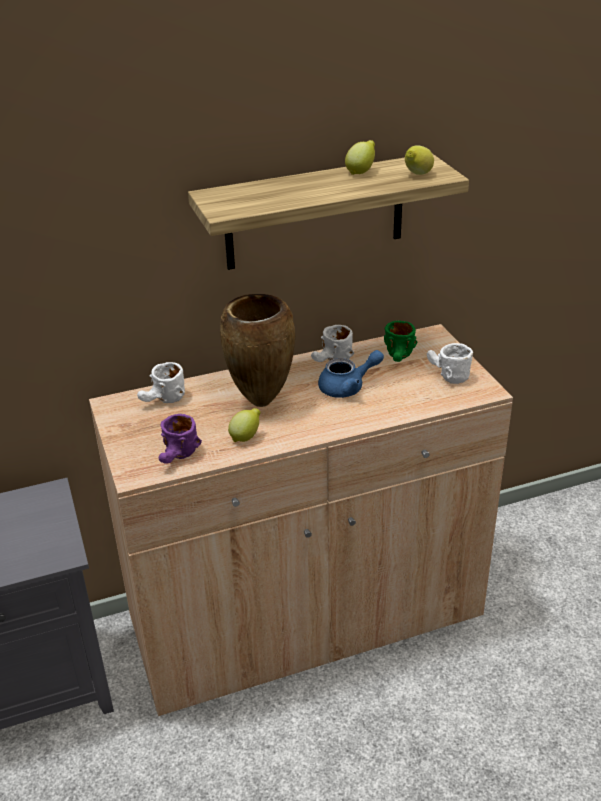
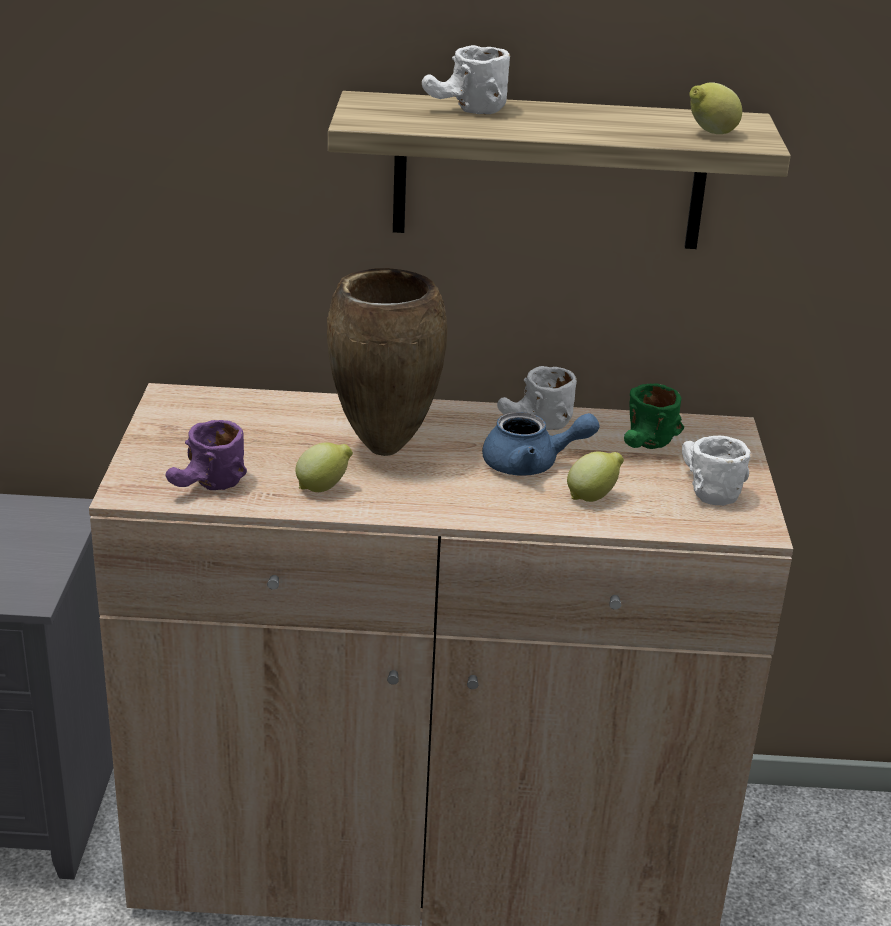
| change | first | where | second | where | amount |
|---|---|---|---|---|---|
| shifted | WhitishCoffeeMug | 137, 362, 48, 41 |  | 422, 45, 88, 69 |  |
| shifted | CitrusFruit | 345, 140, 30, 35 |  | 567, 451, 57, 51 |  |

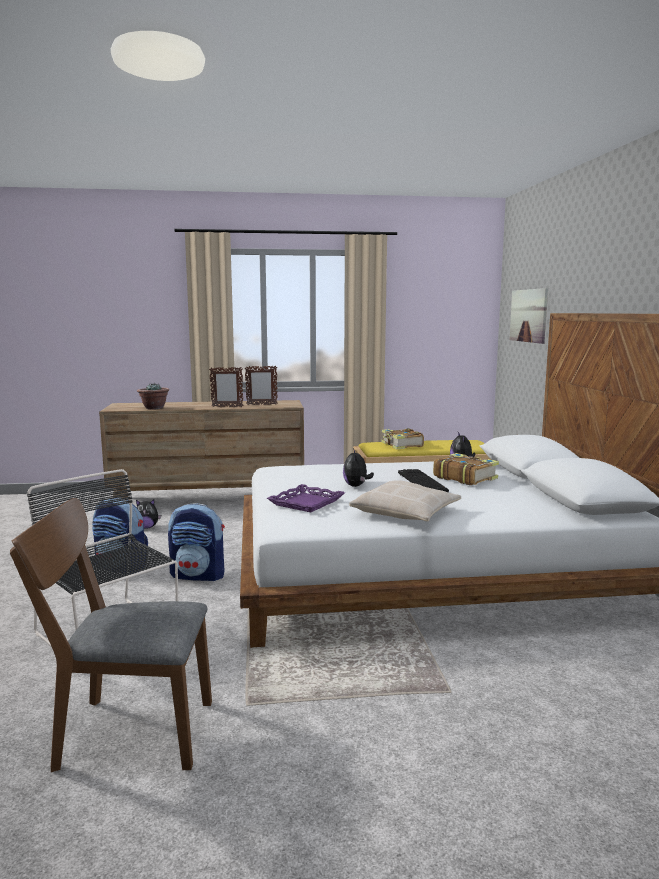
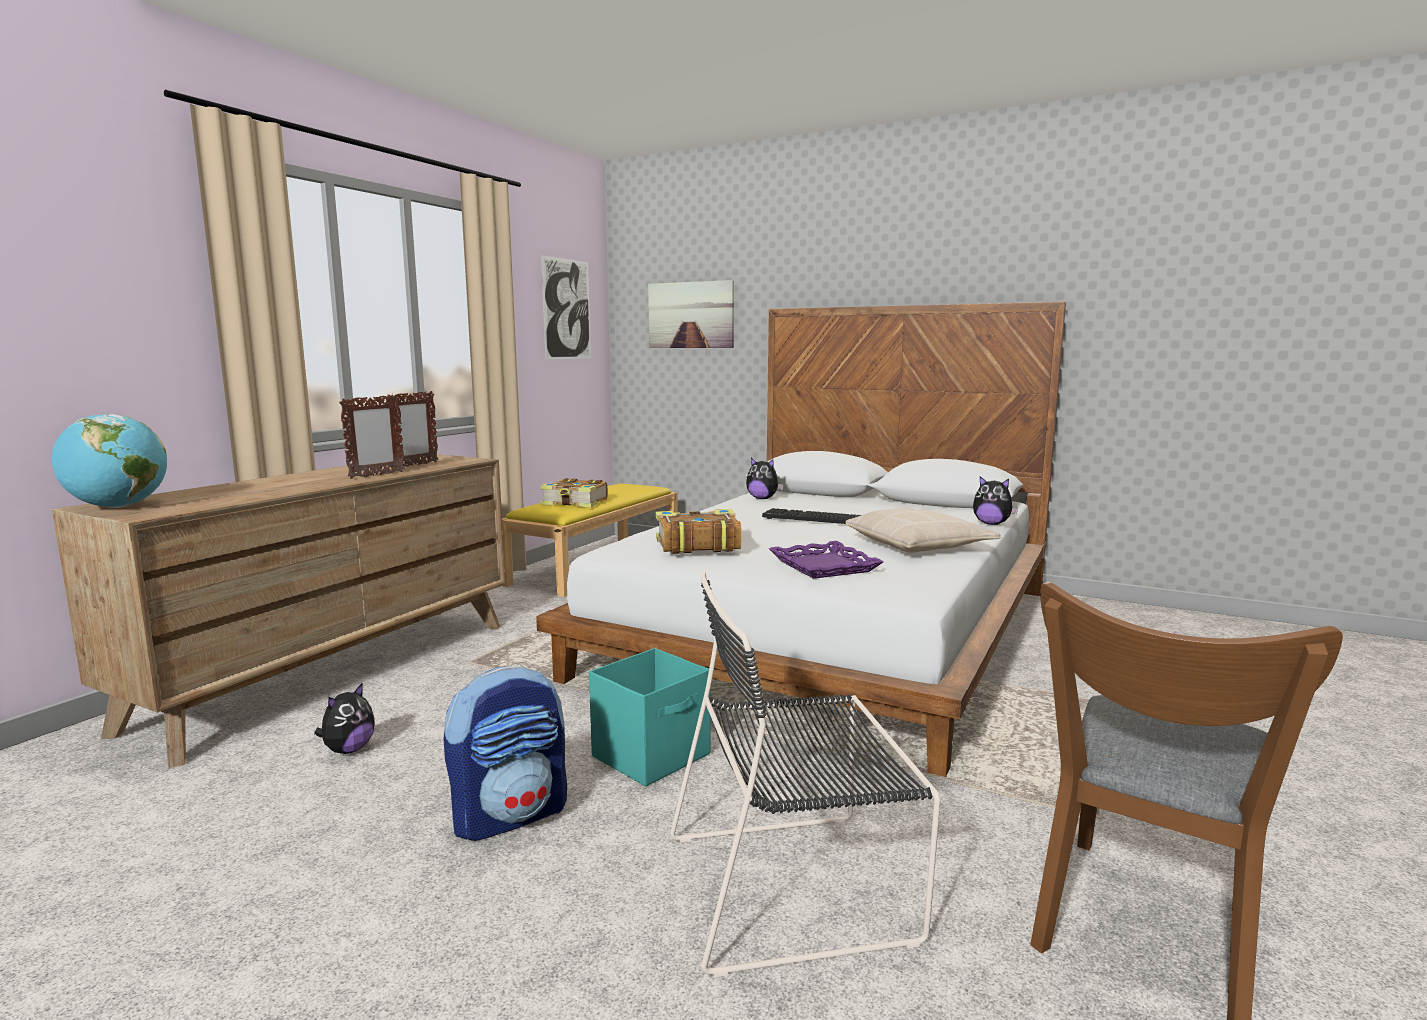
| change | first | where | second | where | amount |
|---|---|---|---|---|---|
| new |  |  | Globe | 51, 414, 116, 94 |  |
| new |  |  | WallArt | 541, 255, 50, 104 |  |
| swapped | Backpack | 168, 503, 57, 78 | TurquoiseColouredStorageBin | 589, 648, 121, 139 |  |
| shifted | Book | 433, 453, 66, 32 |  | 656, 509, 85, 45 |  |
| shifted | CuddlyToy | 343, 448, 31, 39 |  | 973, 476, 45, 49 |  |
| gone | PottedPlant | 137, 383, 32, 27 |  |  |  |

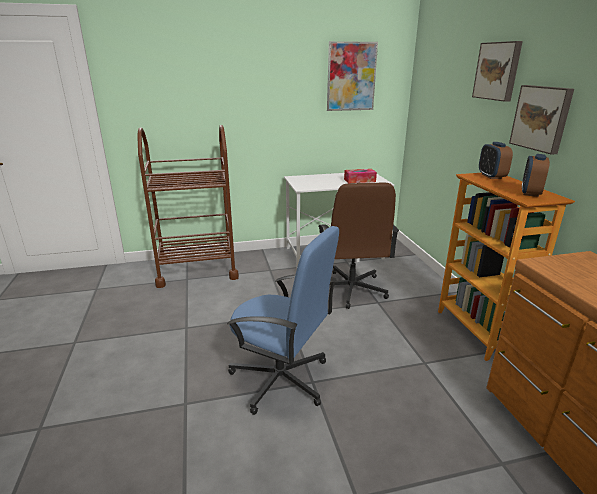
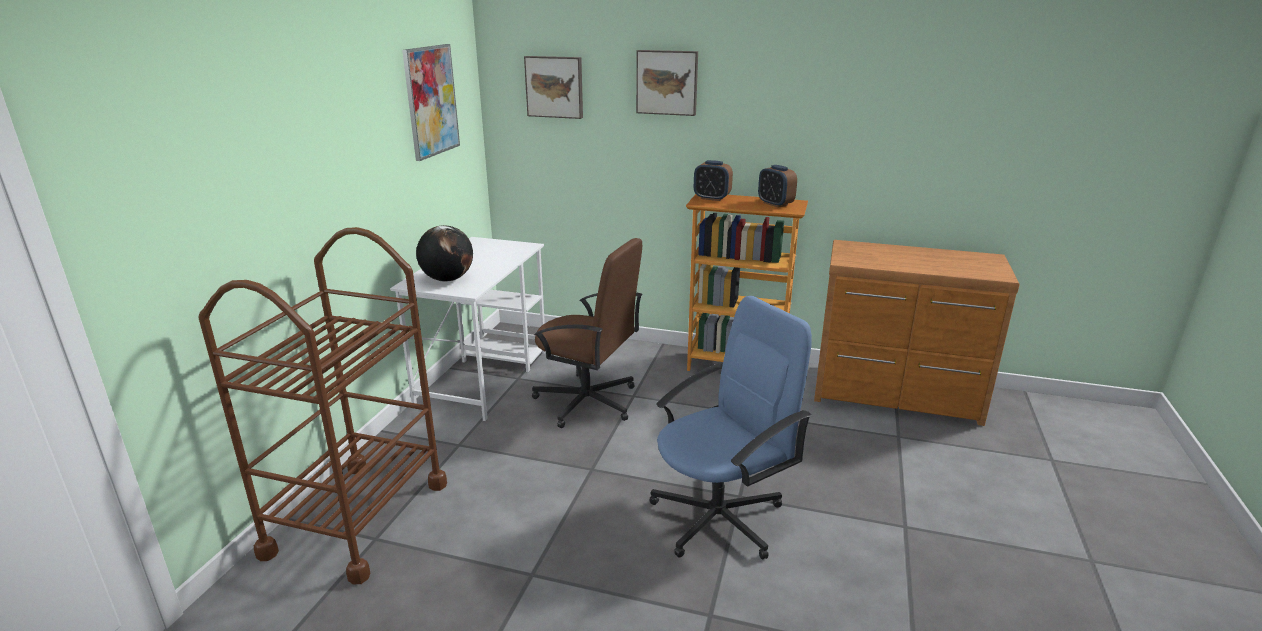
| change | first | where | second | where | amount |
|---|---|---|---|---|---|
| new |  |  | Globe | 416, 225, 57, 57 |  |
| shifted | WallArt | 509, 85, 65, 70 |  | 524, 56, 59, 63 |  |
| gone | TissueBox | 344, 169, 33, 14 |  |  |  |

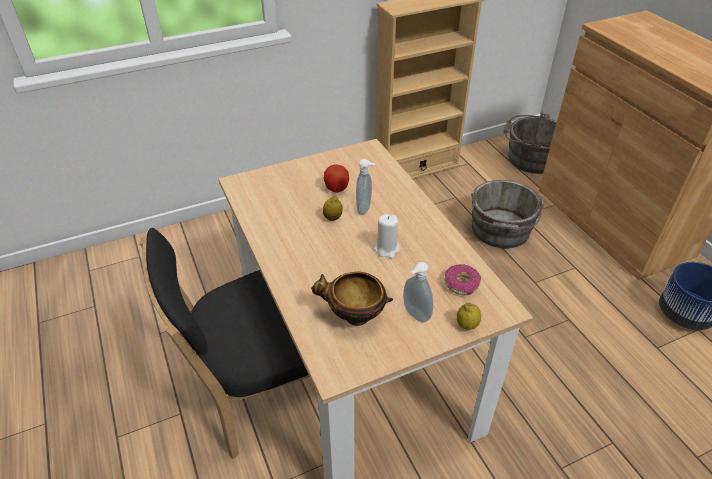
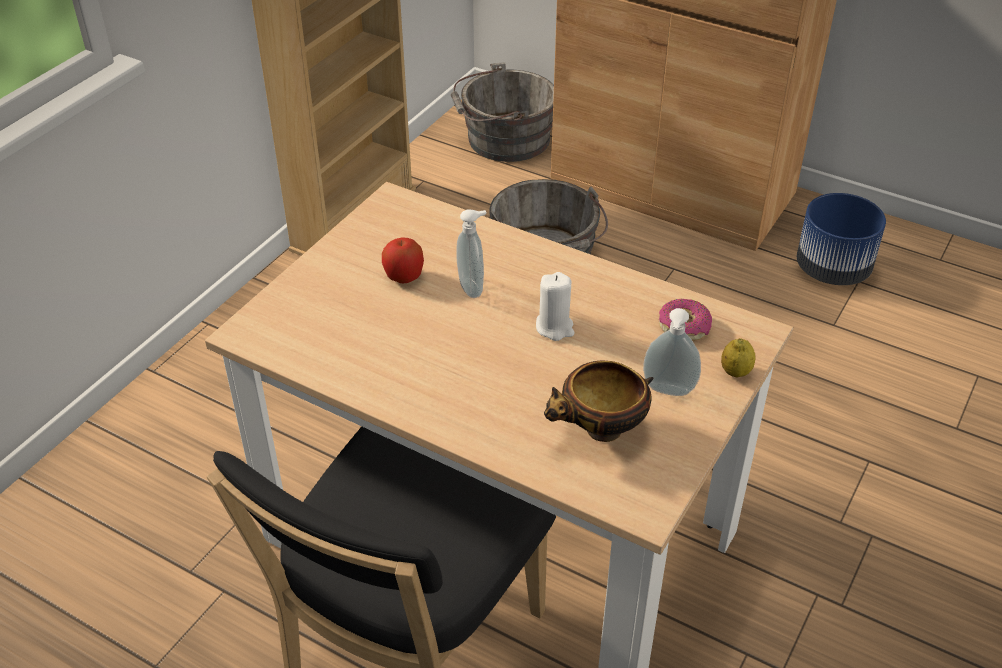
| change | first | where | second | where | amount |
|---|---|---|---|---|---|
| gone | CitrusFruit | 323, 196, 20, 25 |  |  |  |

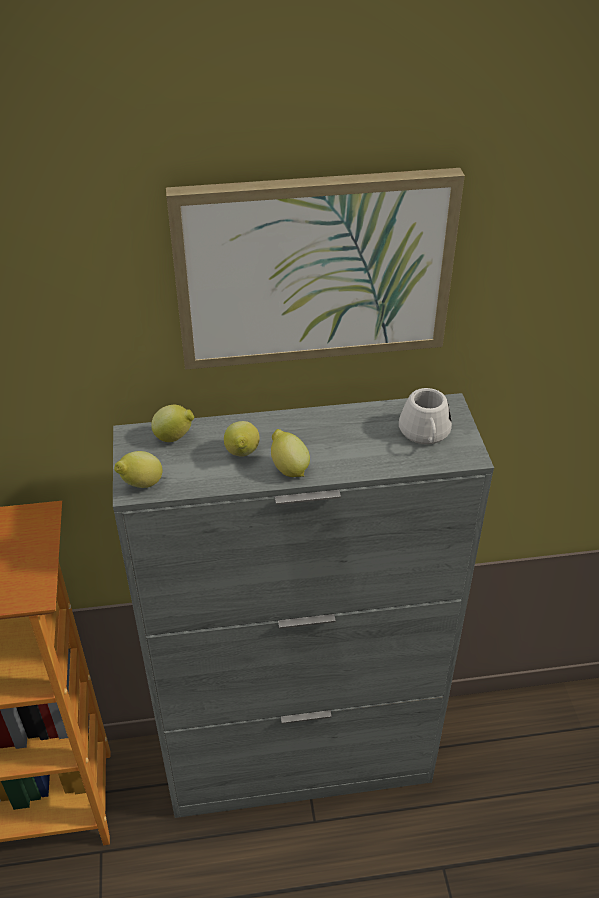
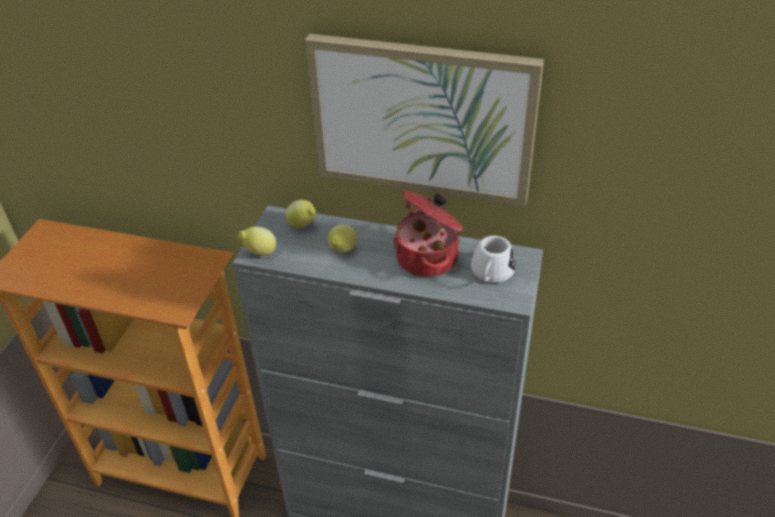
| change | first | where | second | where | amount |
|---|---|---|---|---|---|
| new |  |  | Saucepot | 393, 191, 70, 86 |  |
| gone | CitrusFruit | 271, 429, 39, 48 |  |  |  |

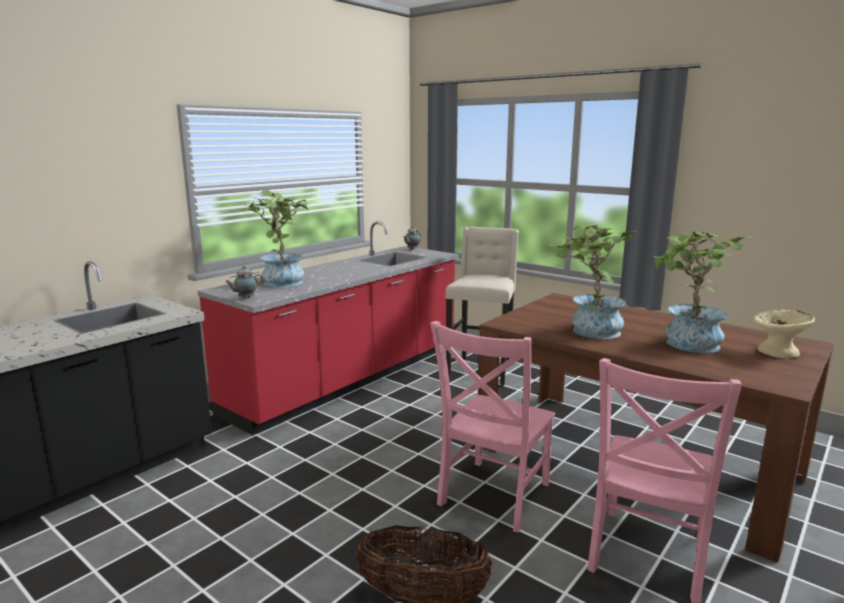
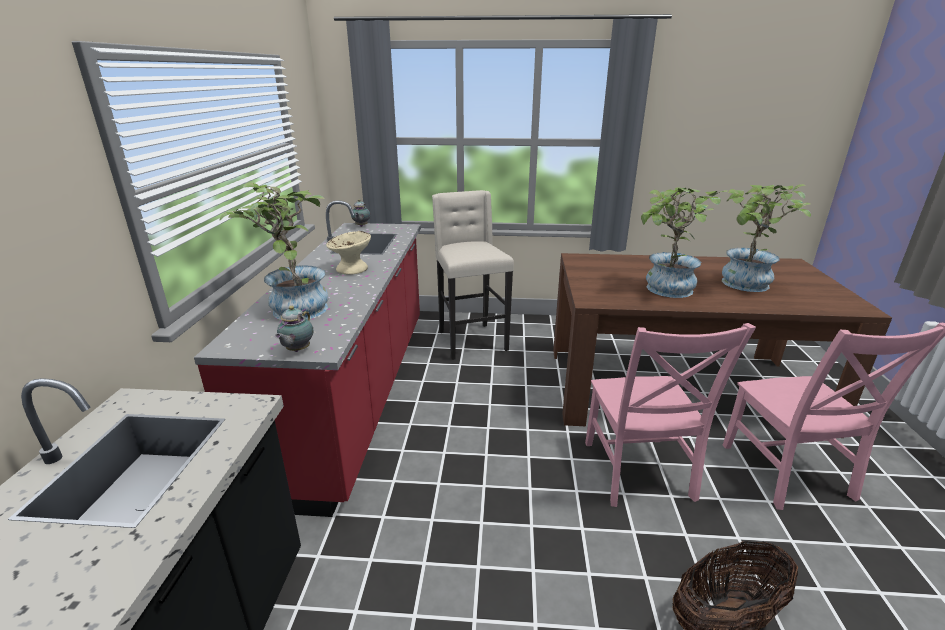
| change | first | where | second | where | amount |
|---|---|---|---|---|---|
| shifted | BeigeColouredBowl | 754, 310, 61, 49 |  | 326, 231, 45, 44 |  |

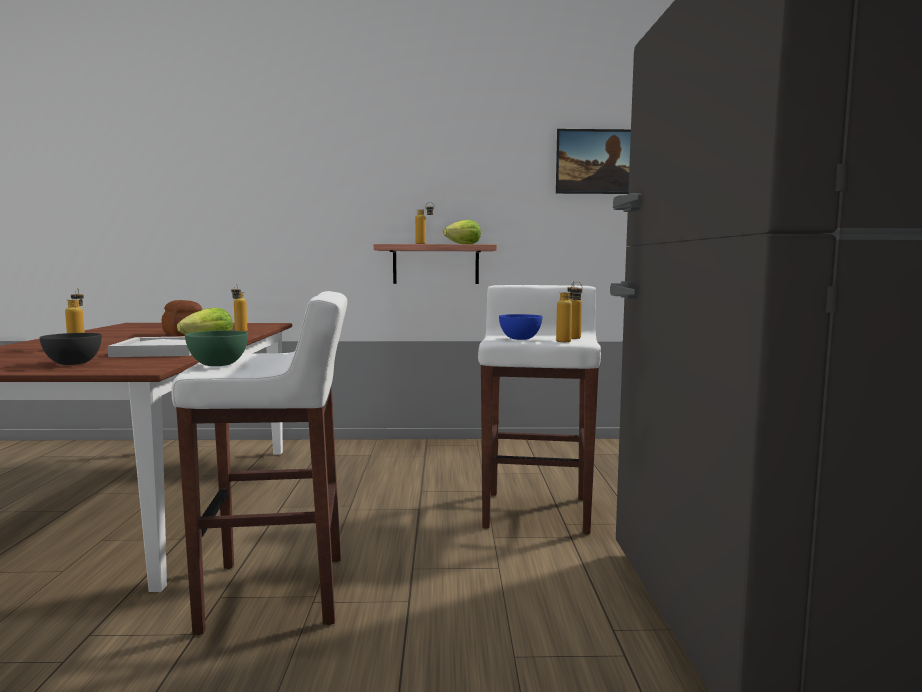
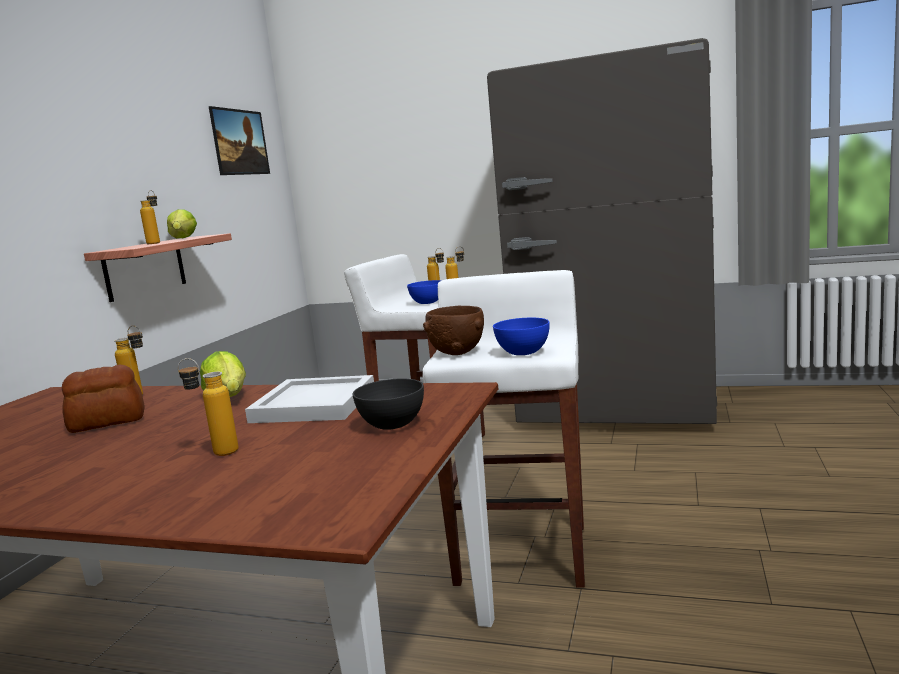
| change | first | where | second | where | amount |
|---|---|---|---|---|---|
| new |  |  | BrownishBowl | 423, 306, 61, 49 |  |
| repainted | GreenishBowl | 185, 330, 63, 36 | BluishBowl | 493, 318, 57, 37 |  |

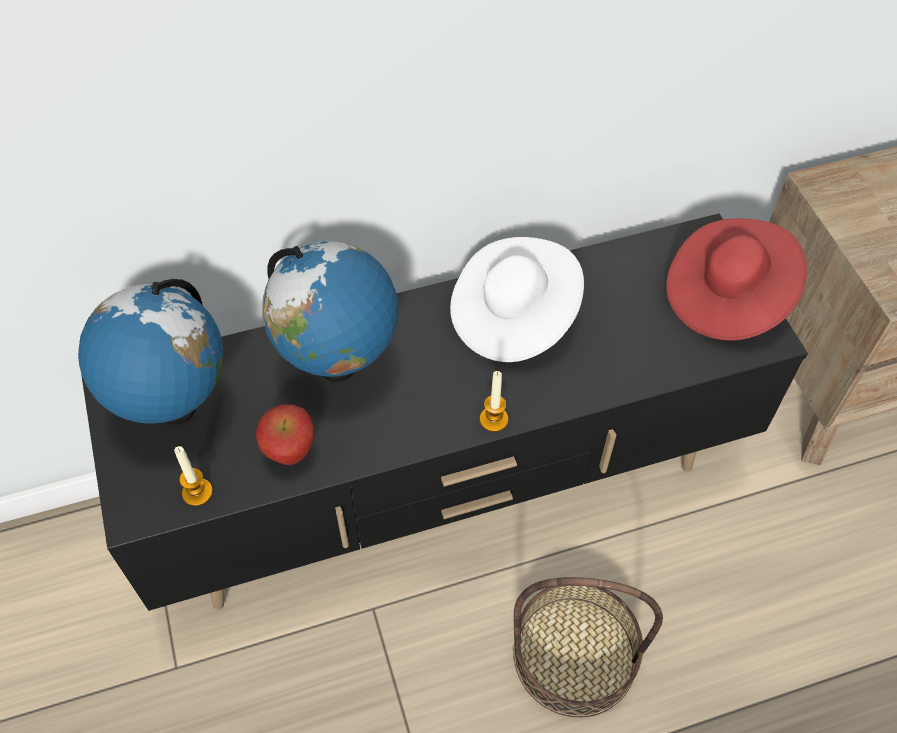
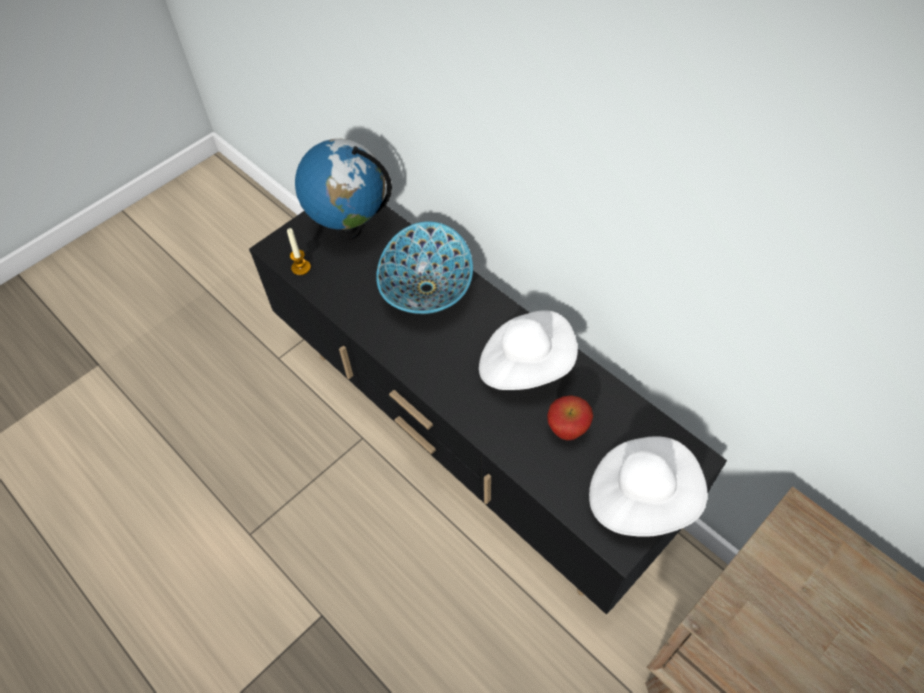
| change | first | where | second | where | amount |
|---|---|---|---|---|---|
| swapped | Globe | 262, 241, 136, 141 | Bowl | 376, 222, 97, 92 |  |
| shifted | AppleFruit | 256, 405, 58, 60 |  | 547, 395, 46, 45 |  |
| repainted | RedHat | 666, 218, 141, 123 | WhitishHat | 589, 436, 119, 101 |  |
| gone | WaxCandle | 480, 371, 28, 61 |  |  |  |
| gone | StorageBasket | 514, 577, 149, 141 |  |  |  |

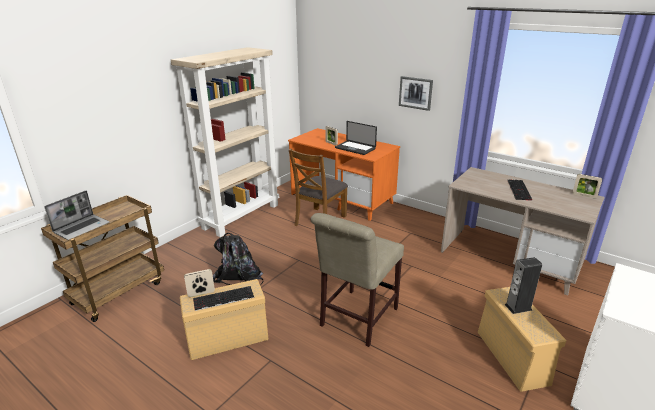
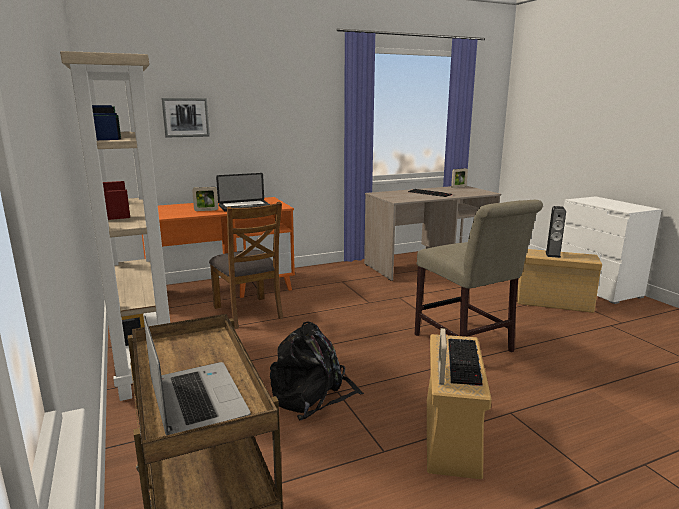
| change | first | where | second | where | amount |
|---|---|---|---|---|---|
| shifted | WallArt | 399, 76, 34, 35 |  | 161, 98, 49, 40 |  |

